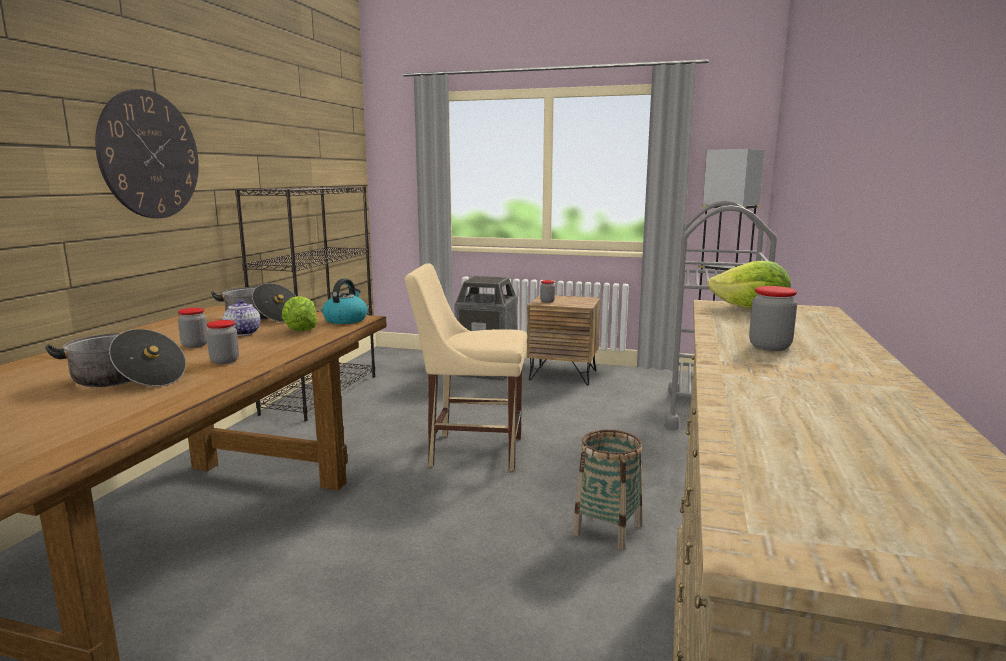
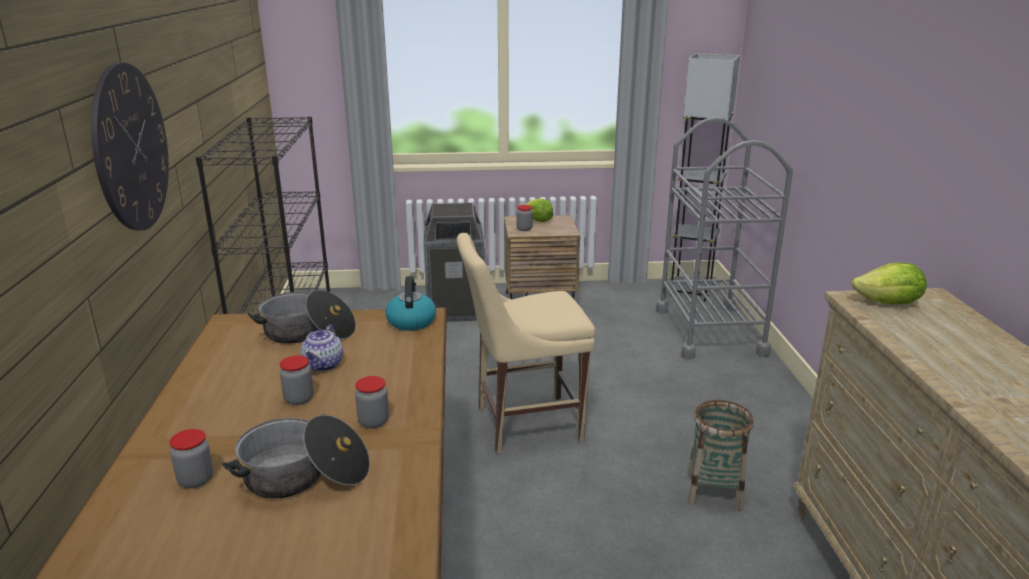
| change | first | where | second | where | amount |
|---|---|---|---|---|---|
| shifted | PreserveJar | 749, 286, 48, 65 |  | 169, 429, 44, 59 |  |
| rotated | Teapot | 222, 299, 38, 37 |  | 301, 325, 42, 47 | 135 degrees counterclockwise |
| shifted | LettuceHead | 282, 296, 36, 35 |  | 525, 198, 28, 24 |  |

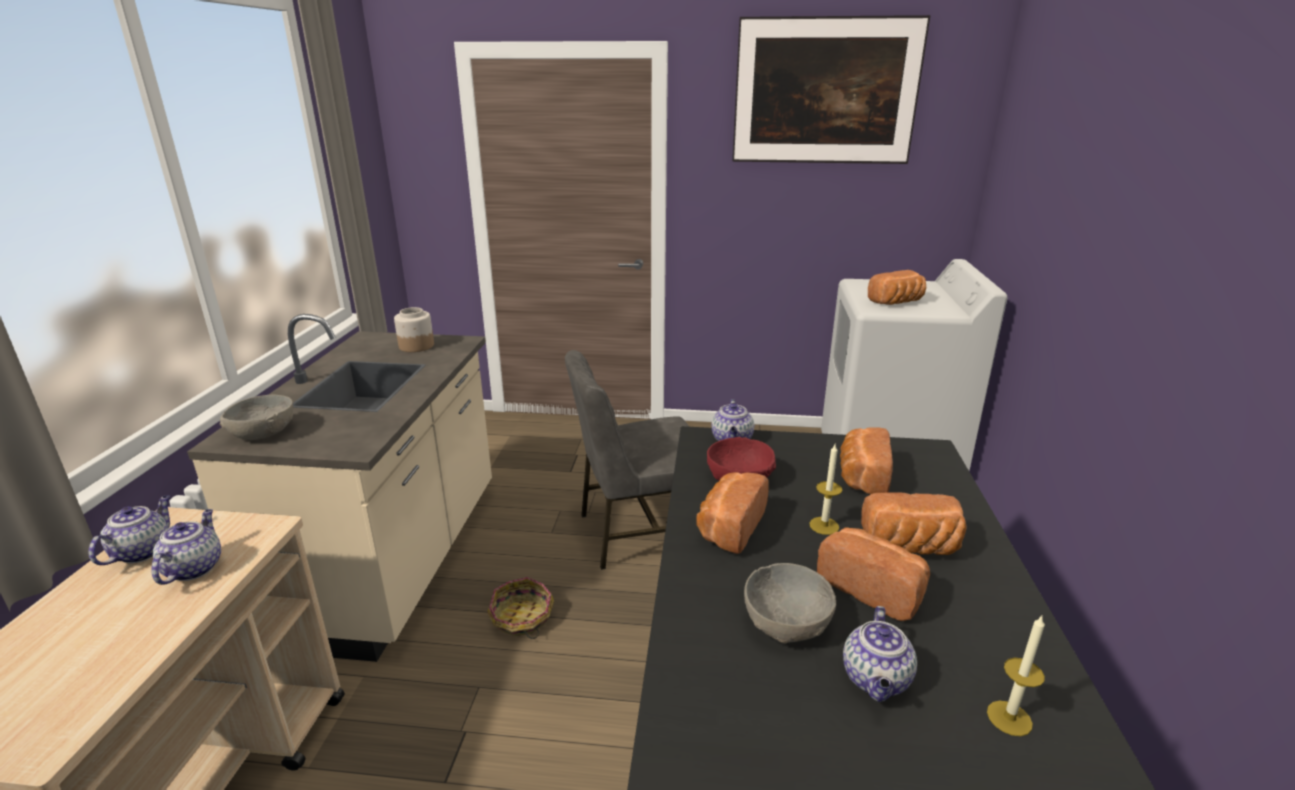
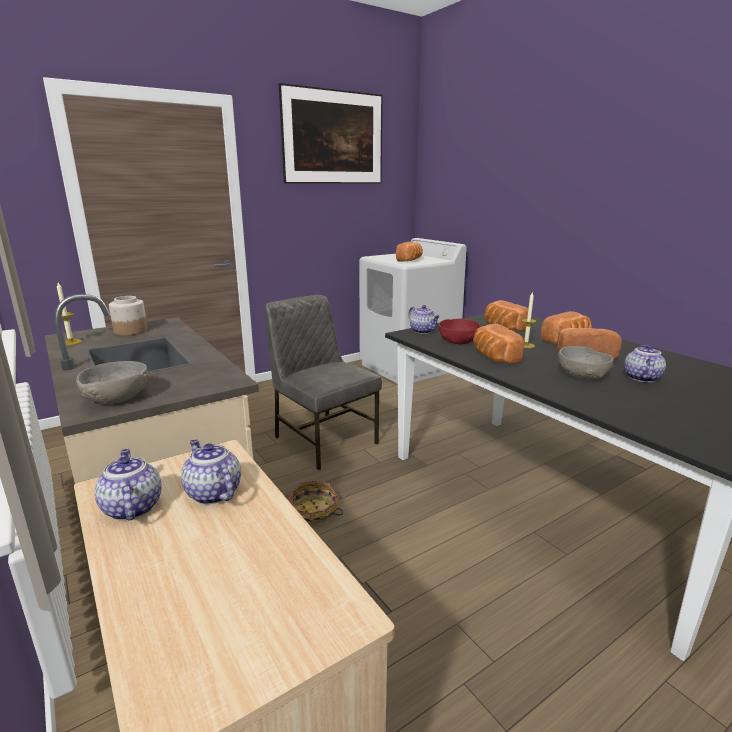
| change | first | where | second | where | amount |
|---|---|---|---|---|---|
| shifted | WaxCandle | 987, 616, 58, 120 |  | 57, 283, 25, 62 |  |
| rotated | GreyishPlainChair | 565, 350, 124, 220 |  | 265, 295, 117, 175 | 105 degrees clockwise |
| rotated | Teapot | 843, 606, 74, 96 |  | 624, 344, 42, 38 | 135 degrees counterclockwise |

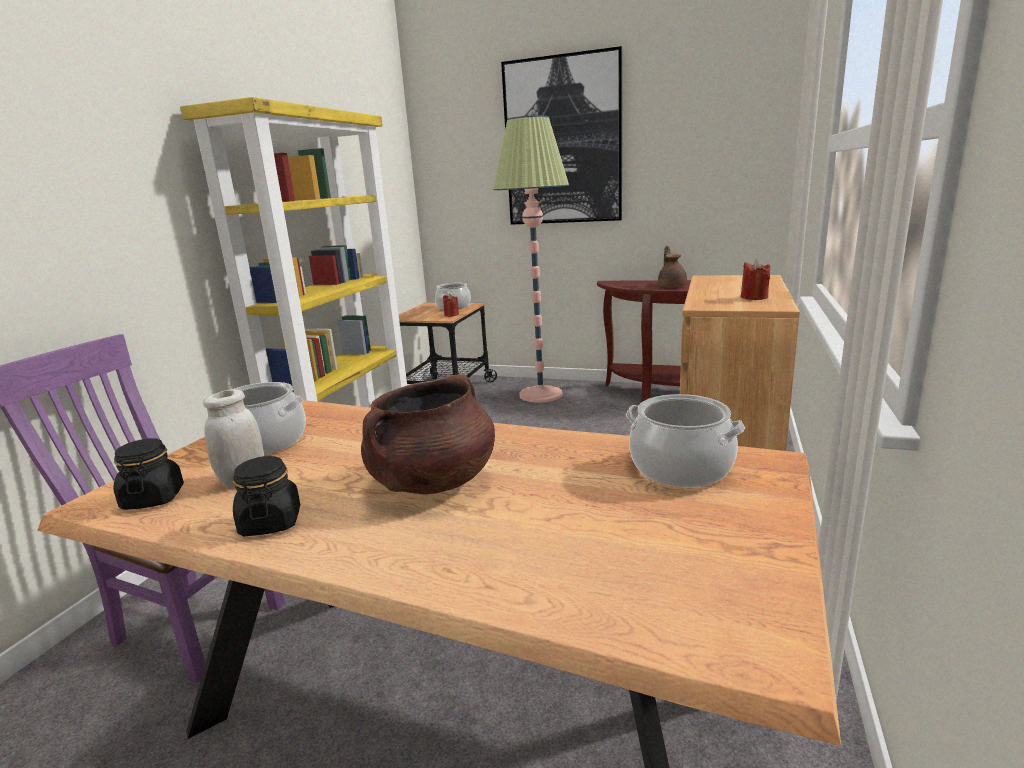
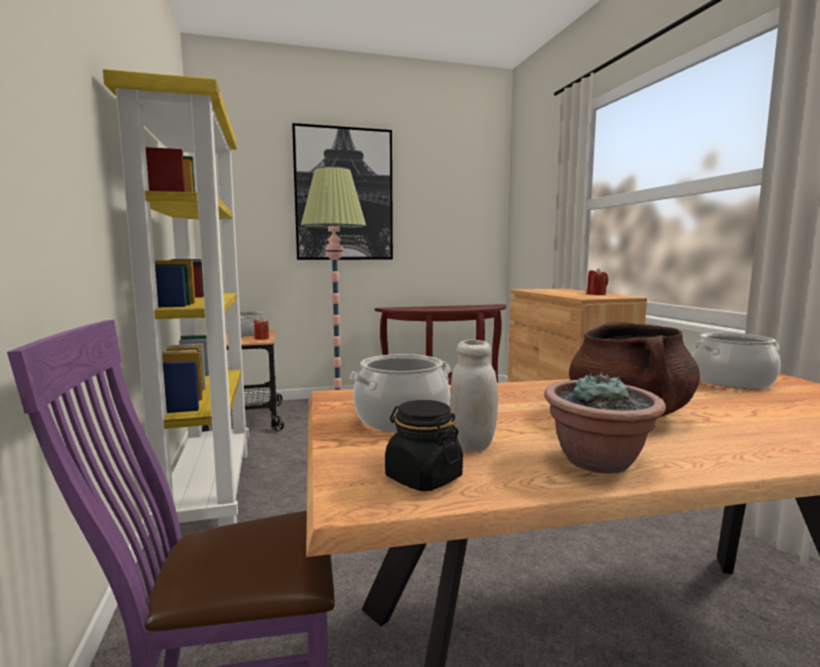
| change | first | where | second | where | amount |
|---|---|---|---|---|---|
| swapped | BlackColouredPreserveJar | 233, 456, 67, 80 | PottedPlant | 544, 372, 122, 102 |  |
| gone | BrownishTeapot | 658, 246, 29, 42 |  |  |  |

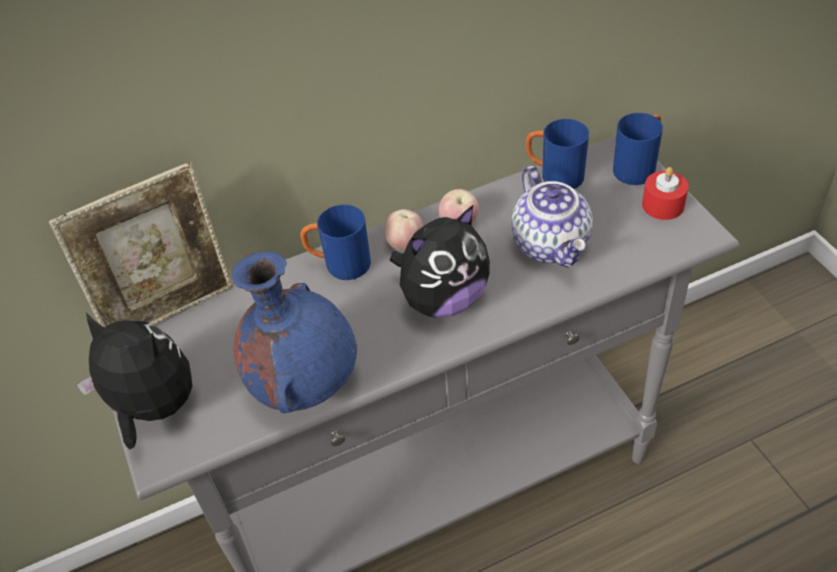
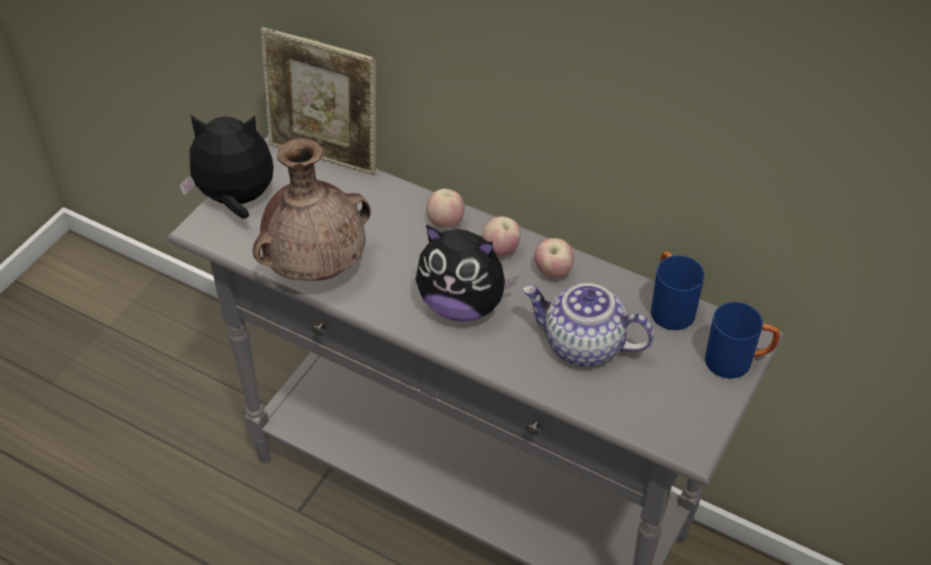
| change | first | where | second | where | amount |
|---|---|---|---|---|---|
| rotated | CuddlyToy | 76, 313, 117, 137 |  | 179, 115, 95, 104 | 75 degrees counterclockwise |
| repainted | BluishFlowerVase | 232, 251, 125, 162 | BrownishFlowerVase | 253, 138, 118, 143 |  |
| swapped | BluishCoffeeMug | 300, 205, 71, 75 | AppleFruit | 427, 189, 38, 39 |  |
| rotated | Teapot | 511, 166, 82, 102 |  | 522, 283, 132, 83 | 75 degrees clockwise |
| gone | RedWaxCandle | 642, 167, 47, 53 |  |  |  |

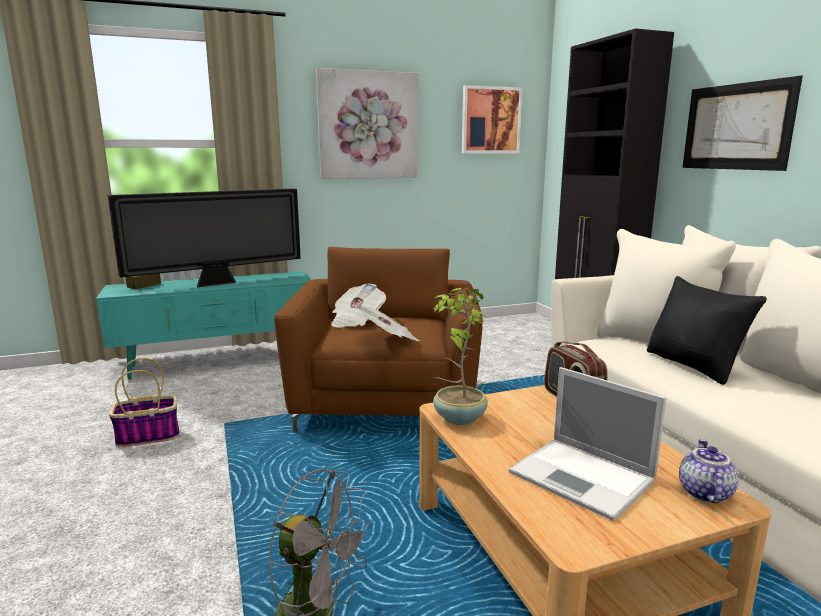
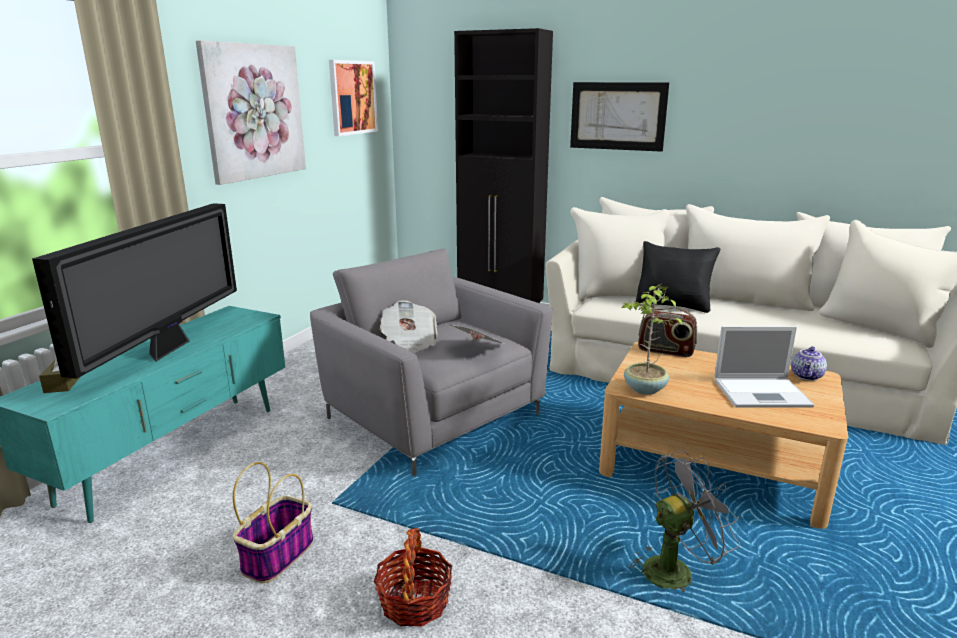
| change | first | where | second | where | amount |
|---|---|---|---|---|---|
| repainted | BrownishArmchair | 274, 247, 209, 185 | GreyishArmchair | 310, 248, 243, 228 |  |
| new |  |  | StorageBasket | 373, 528, 80, 98 |  |
| rotated | Teapot | 679, 439, 60, 64 |  | 791, 346, 36, 35 | 120 degrees counterclockwise |

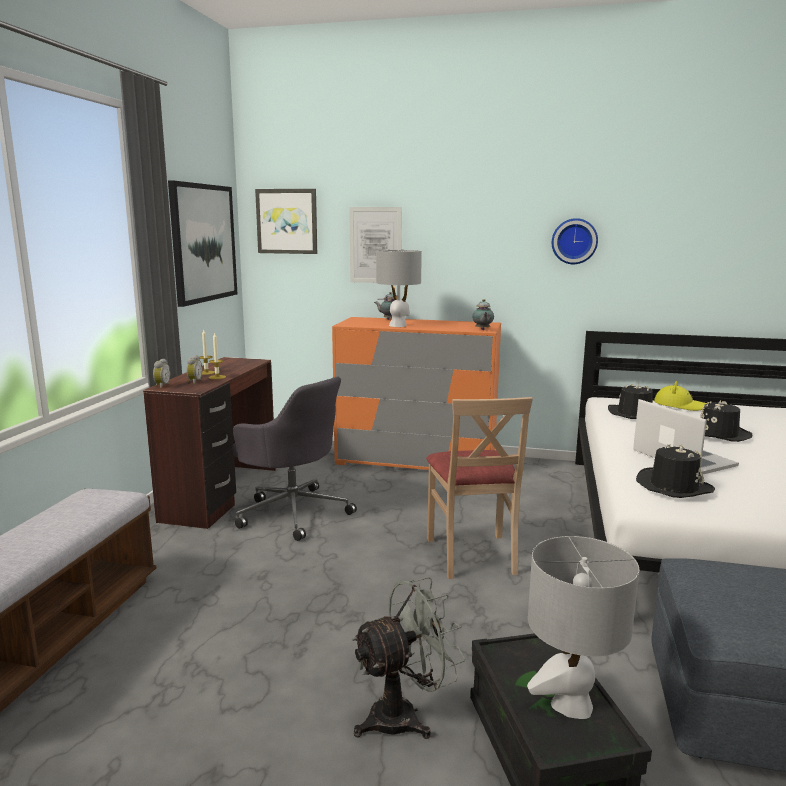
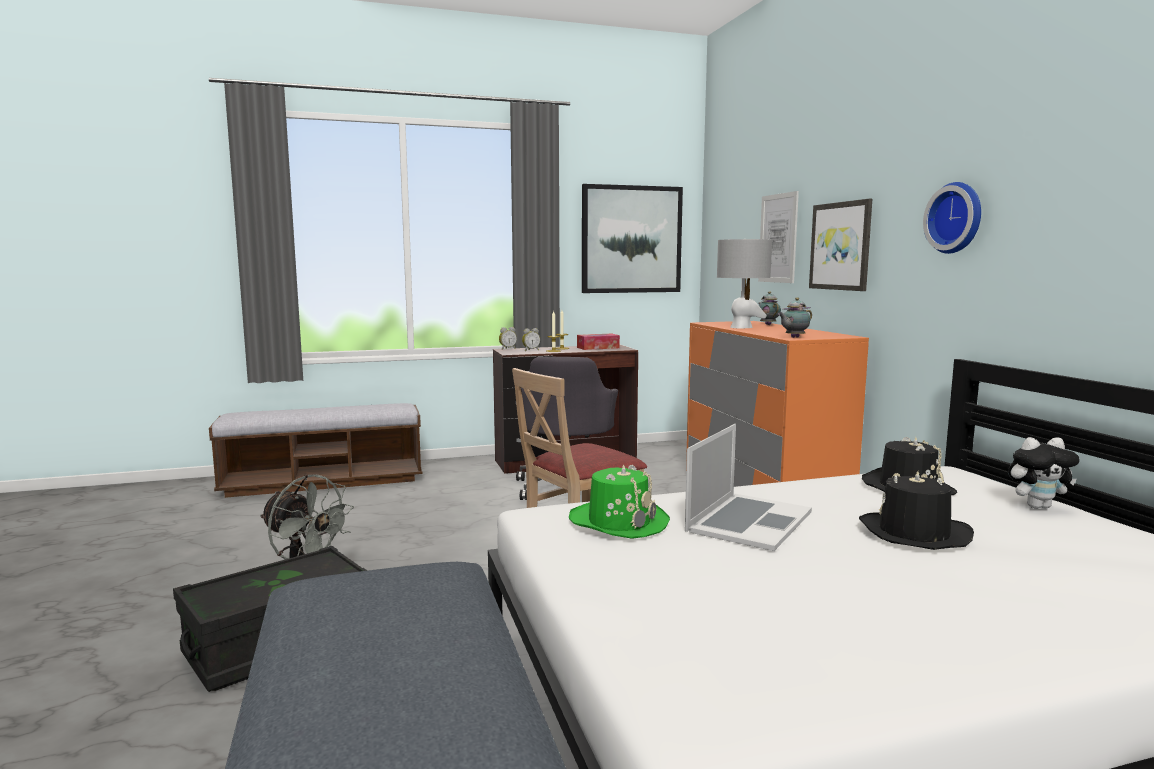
| change | first | where | second | where | amount |
|---|---|---|---|---|---|
| repainted | BlackColouredHat | 636, 444, 79, 54 | GreenishHat | 569, 464, 101, 75 |  |
| new |  |  | TissueBox | 577, 333, 43, 17 |  |
| shifted | WallArt | 255, 189, 62, 65 |  | 809, 199, 63, 92 |  |
| swapped | YellowHat | 654, 381, 53, 30 | CuddlyToy | 1008, 437, 72, 72 |  |
| gone | GreyishTabletopLamp | 527, 536, 112, 183 |  |  |  |

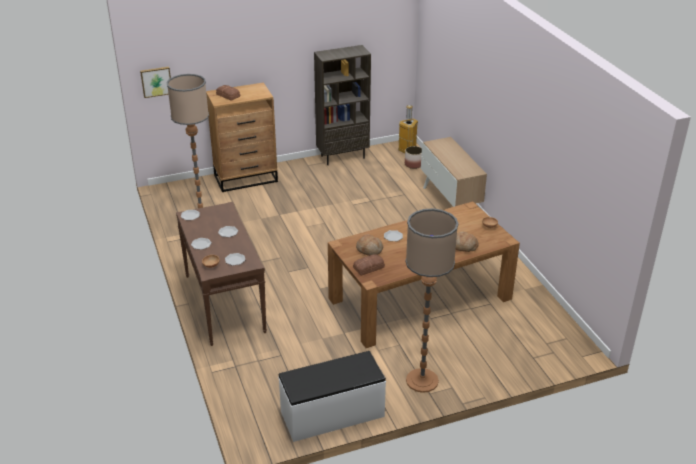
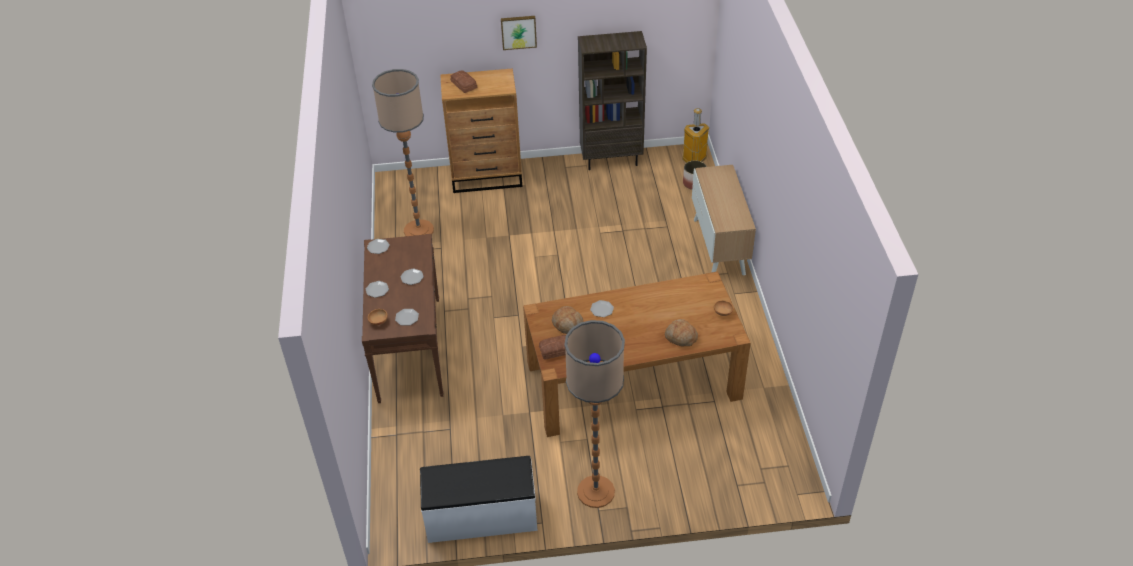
| change | first | where | second | where | amount |
|---|---|---|---|---|---|
| shifted | WallArt | 140, 67, 31, 31 |  | 501, 16, 36, 34 |  |

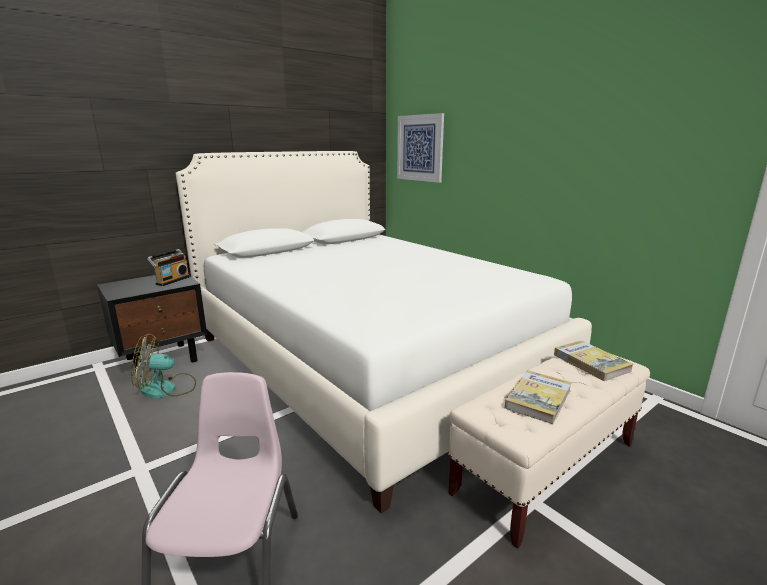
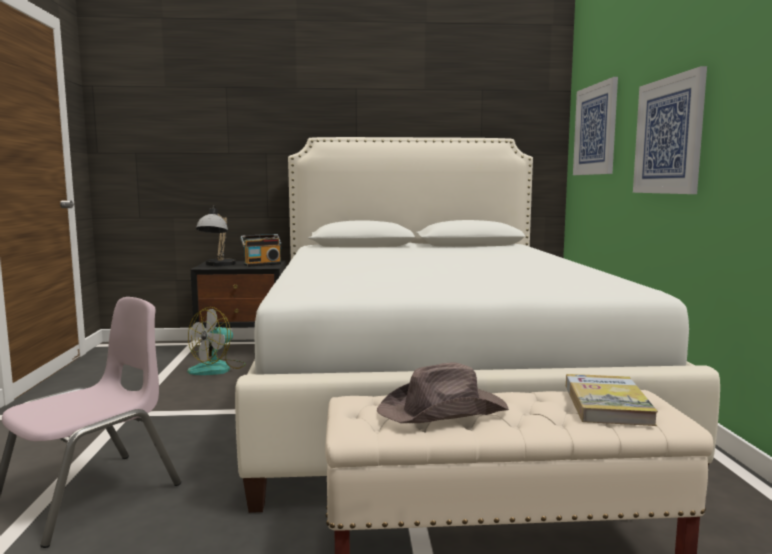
| change | first | where | second | where | amount |
|---|---|---|---|---|---|
| rotated | ElectricFan | 131, 333, 65, 66 |  | 187, 307, 59, 68 | 75 degrees counterclockwise |
| new |  |  | TabletopLamp | 196, 205, 40, 61 |  |
| swapped | Book | 505, 370, 67, 54 | BrownishHat | 377, 362, 132, 61 |  |
| new |  |  | WallArt | 633, 66, 74, 128 |  |

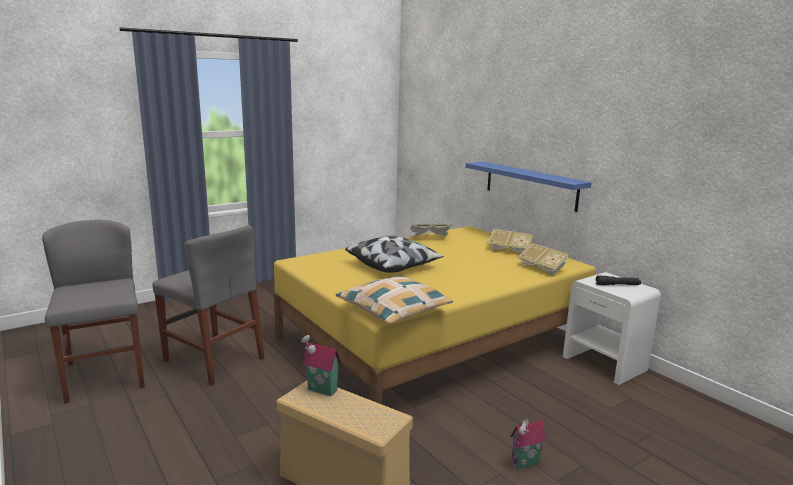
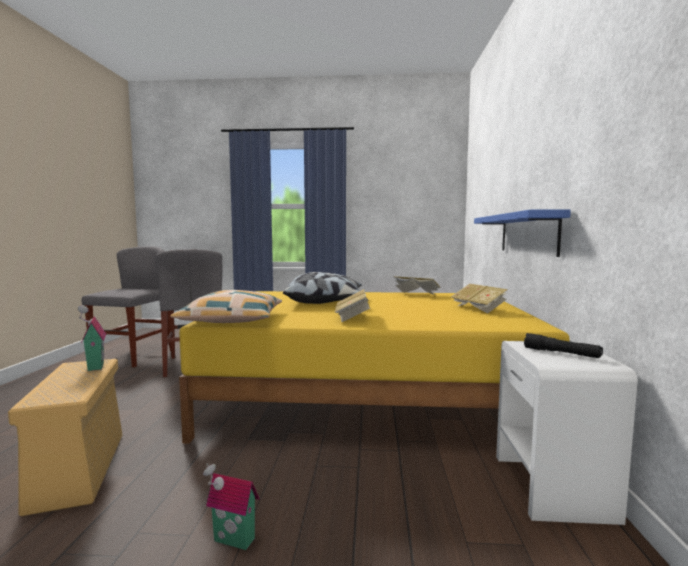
| change | first | where | second | where | amount |
|---|---|---|---|---|---|
| shifted | Book | 517, 243, 53, 33 |  | 335, 289, 35, 33 |  |

